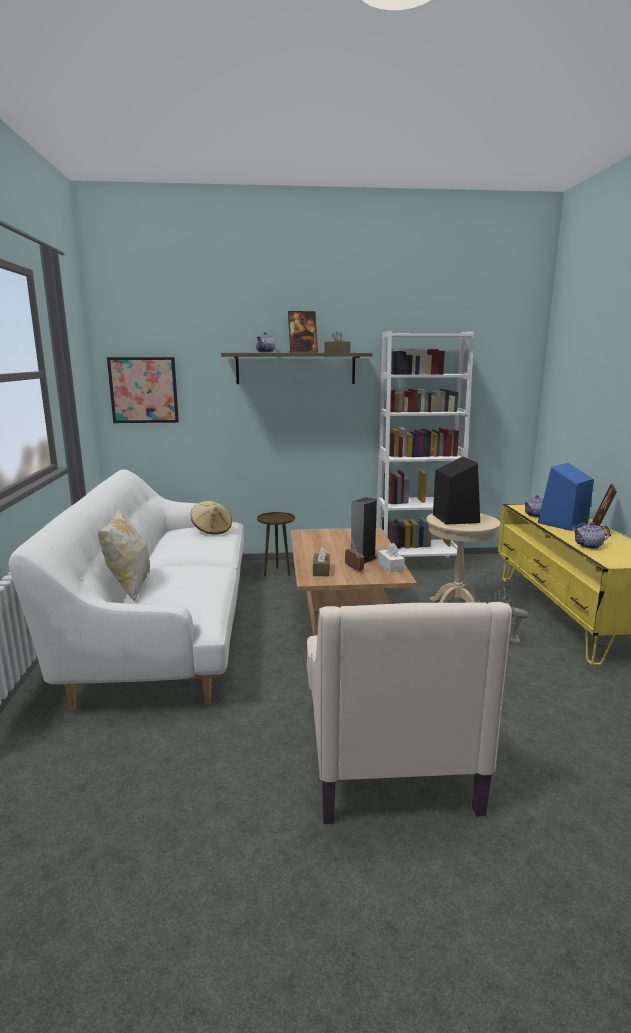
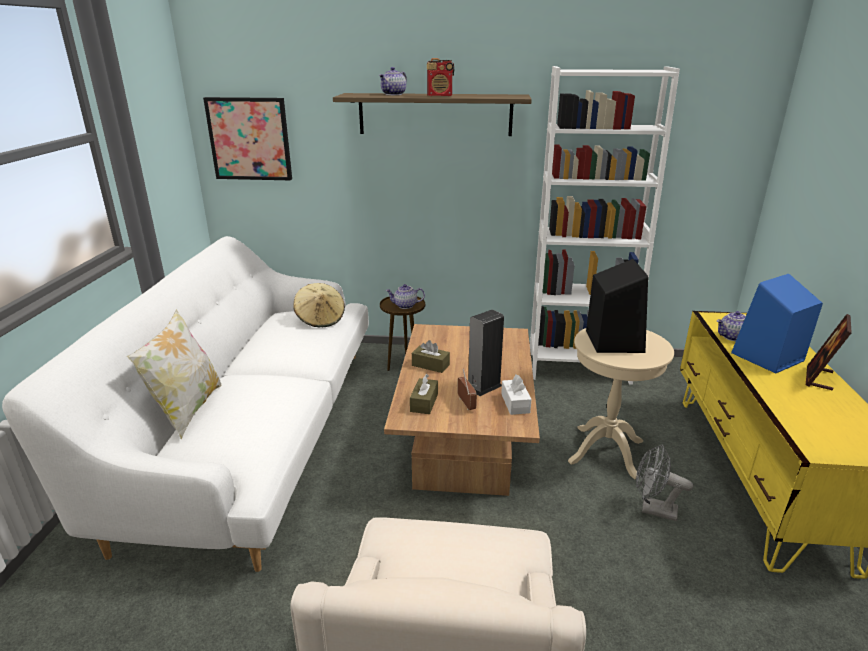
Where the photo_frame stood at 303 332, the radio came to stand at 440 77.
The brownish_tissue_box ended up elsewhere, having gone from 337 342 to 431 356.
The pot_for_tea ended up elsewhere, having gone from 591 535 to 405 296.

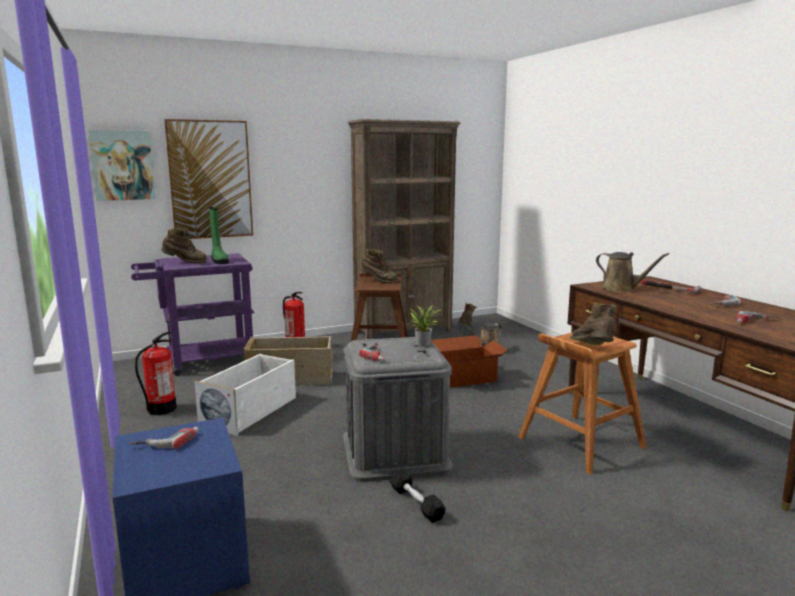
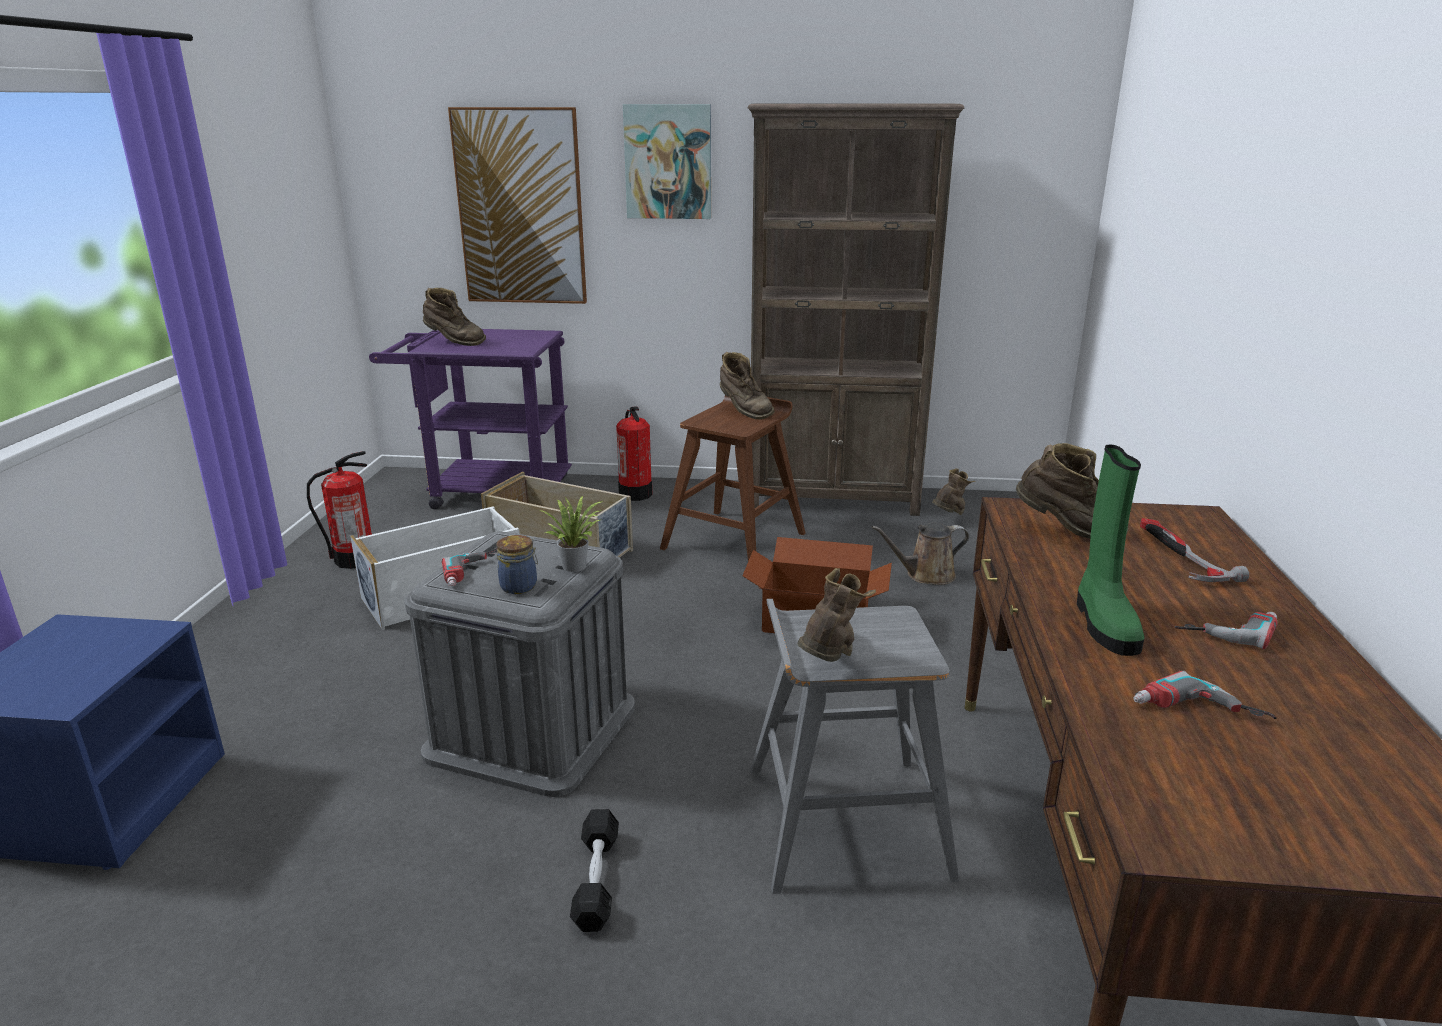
The picture ended up elsewhere, having gone from 122 165 to 667 161.
The second view lost the power_drill at 164 438.
The green-coloured_high-top_boot ended up elsewhere, having gone from 219 235 to 1110 550.
The black-coloured_dumbbell ended up elsewhere, having gone from 417 496 to 594 870.
What was the brownish_stool_seat at 582 403 turned into the greyish_stool_seat at 854 746.
Where the brownish_watering_pot stood at 632 272, the brownish_high-top_boot came to stand at 1072 491.
The second view gained the jar at 517 564.

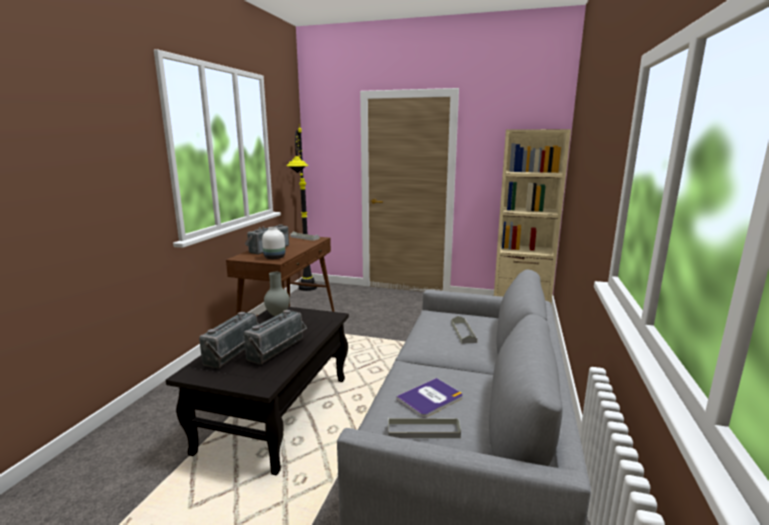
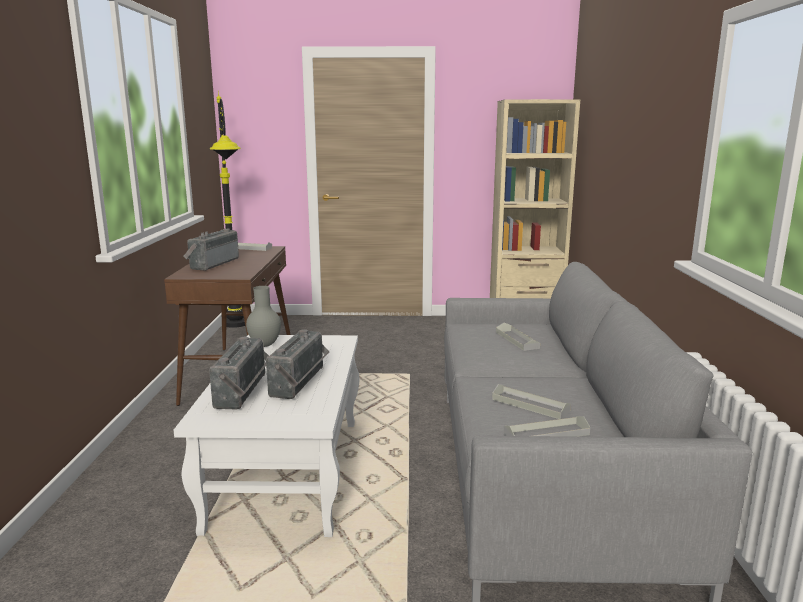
What was the black-coloured_coffee_table at 257 391 turned into the whitish_coffee_table at 266 436.
The second view lost the whitish_flower_vase at 273 243.
Where the volume stood at 429 398, the greyish_carrying_tray came to stand at 531 401.

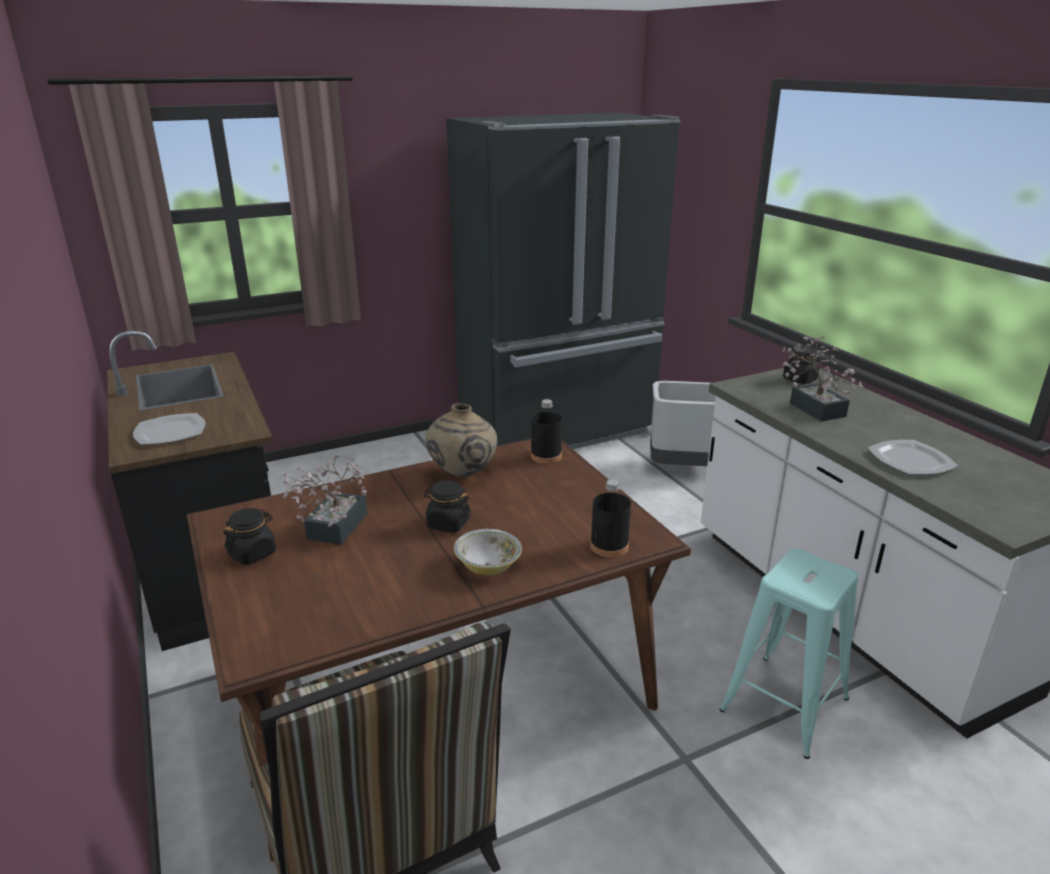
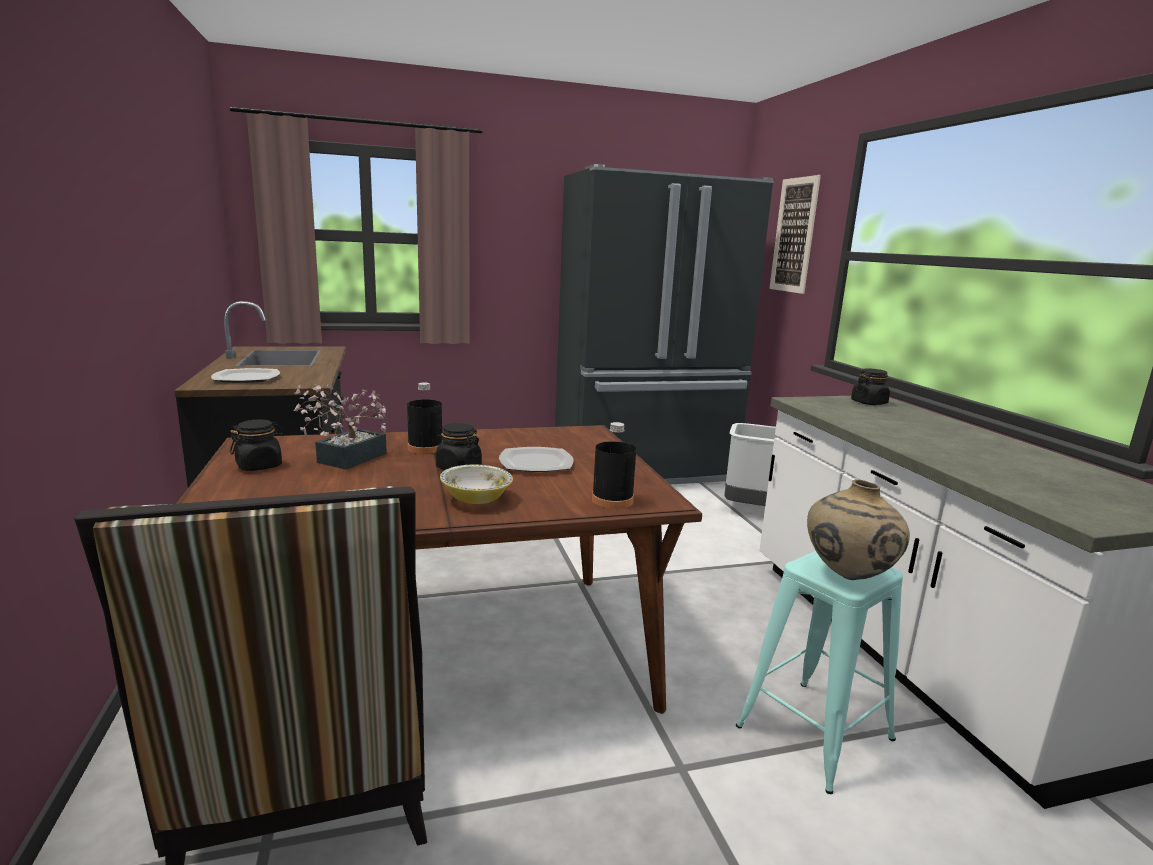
The sand-coloured_flower_vase ended up elsewhere, having gone from 461 440 to 858 529.
The black-coloured_drink_bottle ended up elsewhere, having gone from 546 431 to 425 418.
The second view lost the plant_in_a_pot at 822 379.
The flat_dish ended up elsewhere, having gone from 913 457 to 536 459.
The second view gained the picture at 795 234.

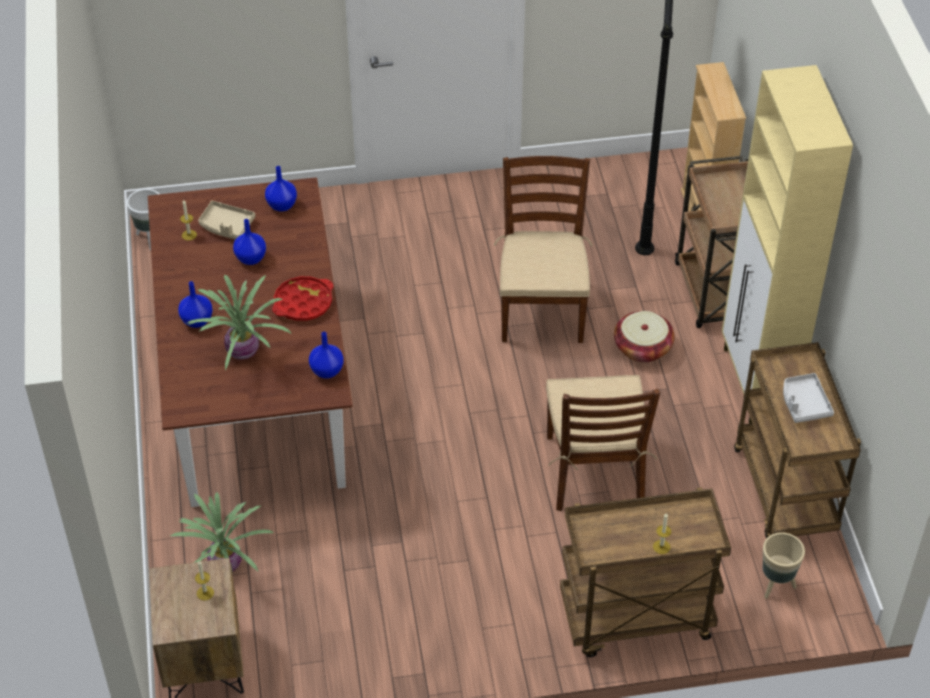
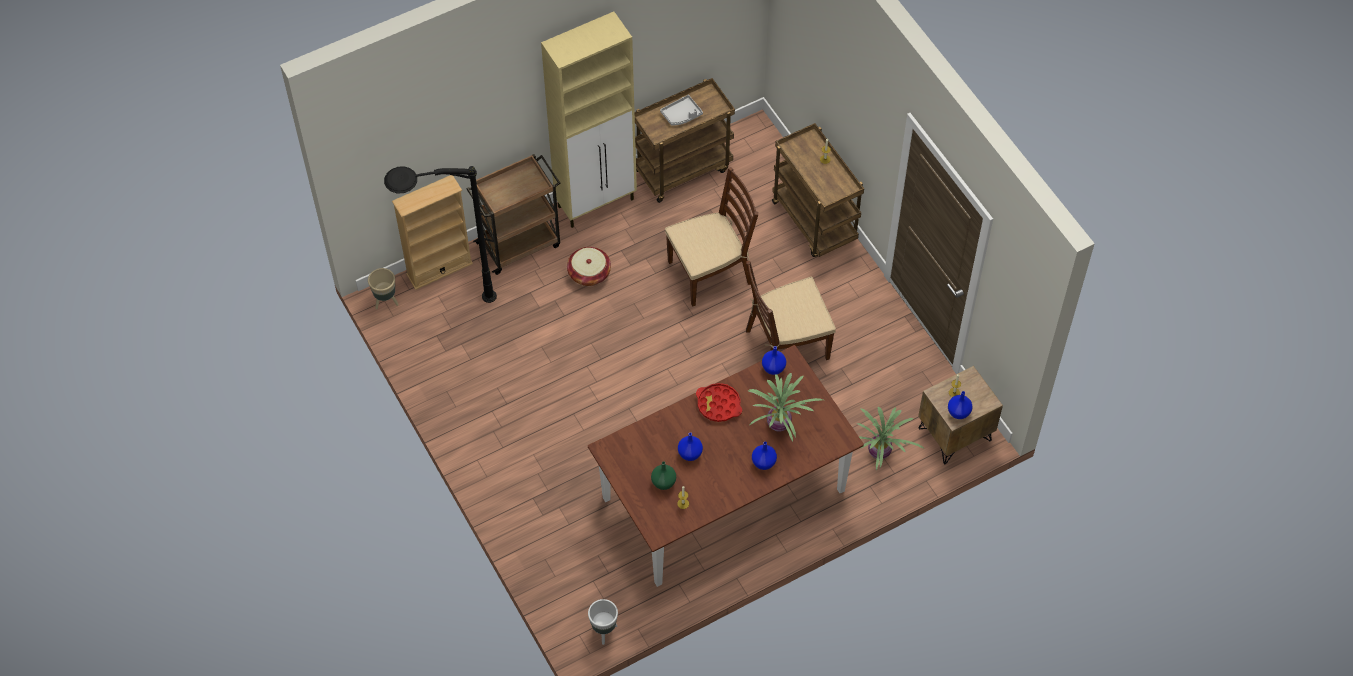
Where the sand-coloured_carrying_tray stood at 226 220, the green-coloured_flower_vase came to stand at 663 475.
The bluish_flower_vase ended up elsewhere, having gone from 281 189 to 960 405.
The brownish_chair ended up elsewhere, having gone from 543 249 to 791 310.
The sand-coloured_flower_pot ended up elsewhere, having gone from 783 565 to 383 288.

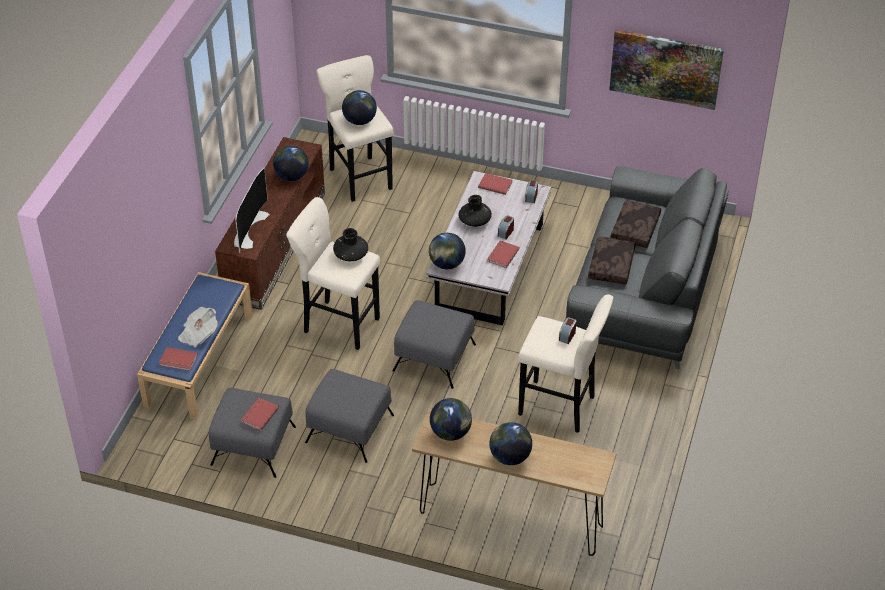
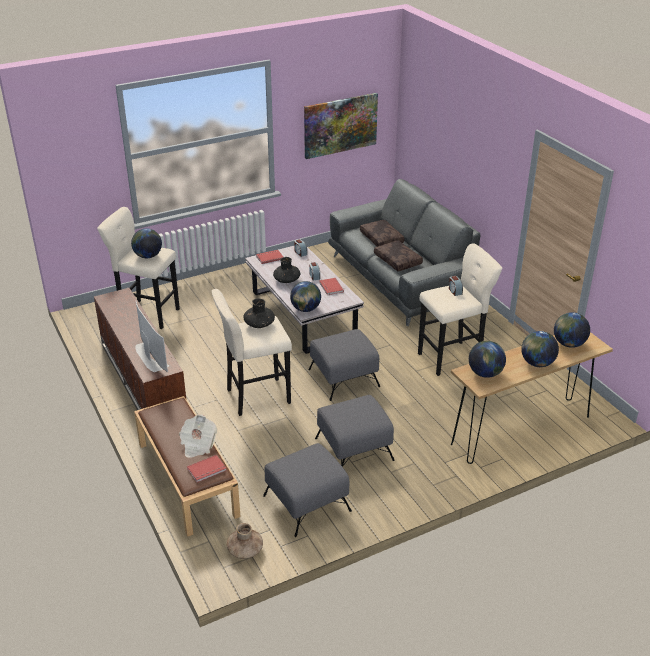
What was the bluish_indoor_bench at 195 345 turned into the brownish_indoor_bench at 187 466.
The second view lost the red_volume at 260 414.
The desk_globe ended up elsewhere, having gone from 291 163 to 572 330.
The second view gained the brownish_flower_vase at 244 541.

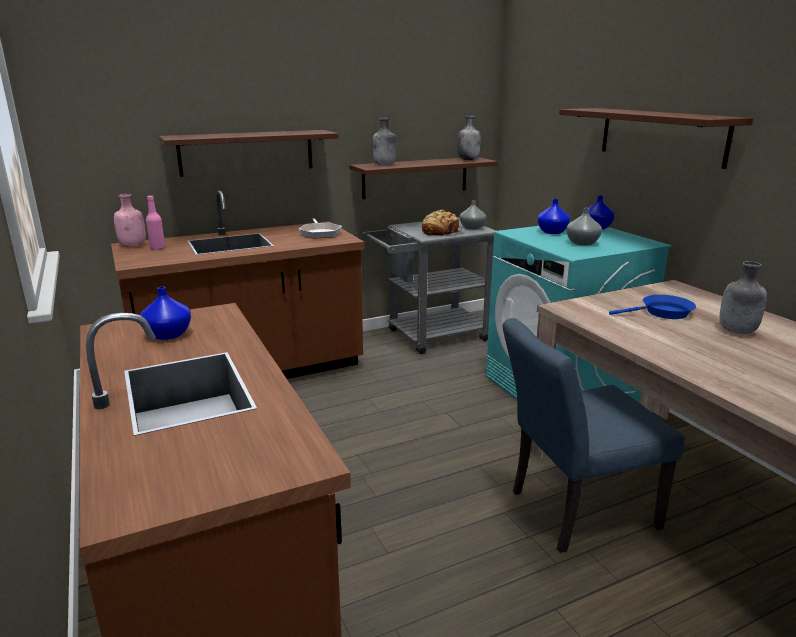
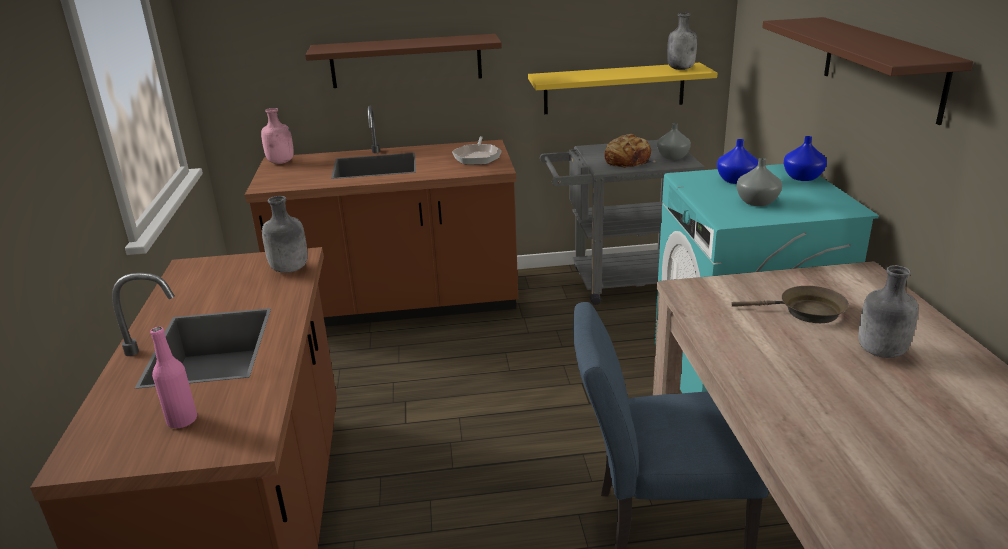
The second view lost the bluish_flower_vase at 165 313.
The pink_drink_bottle ended up elsewhere, having gone from 155 222 to 173 378.
What was the brownish_wall_shelf at 423 178 turned into the yellow_wall_shelf at 622 88.
The greyish_drink_bottle ended up elsewhere, having gone from 384 141 to 284 234.
What was the bluish_frying_pan at 652 307 turned into the brownish_frying_pan at 790 304.

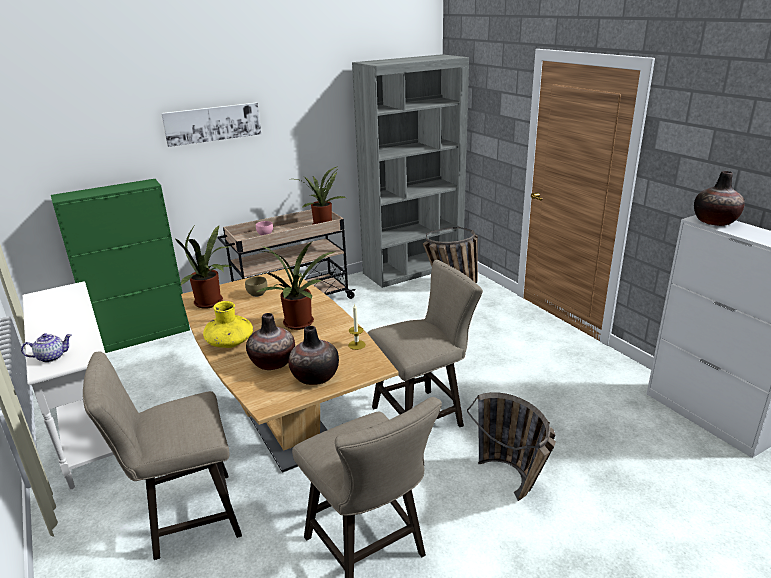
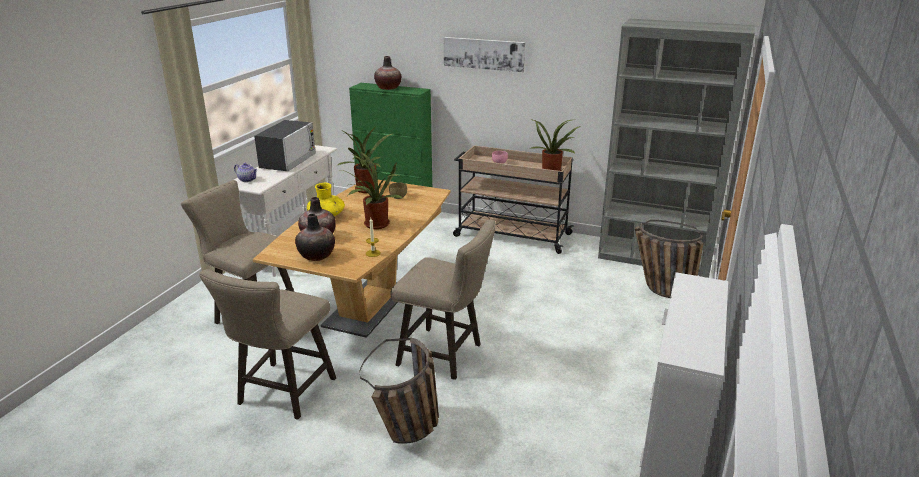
The flower_vase ended up elsewhere, having gone from 719 198 to 387 73.
The second view gained the microwave_oven at 285 145.

